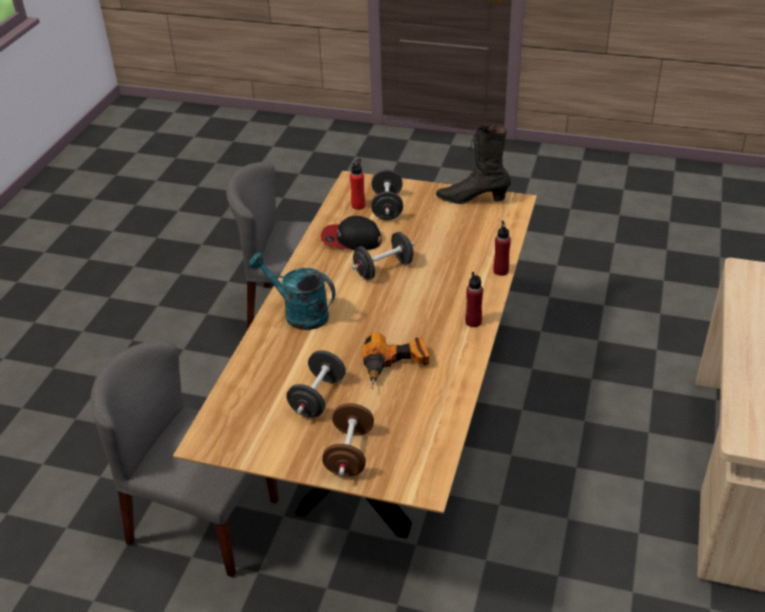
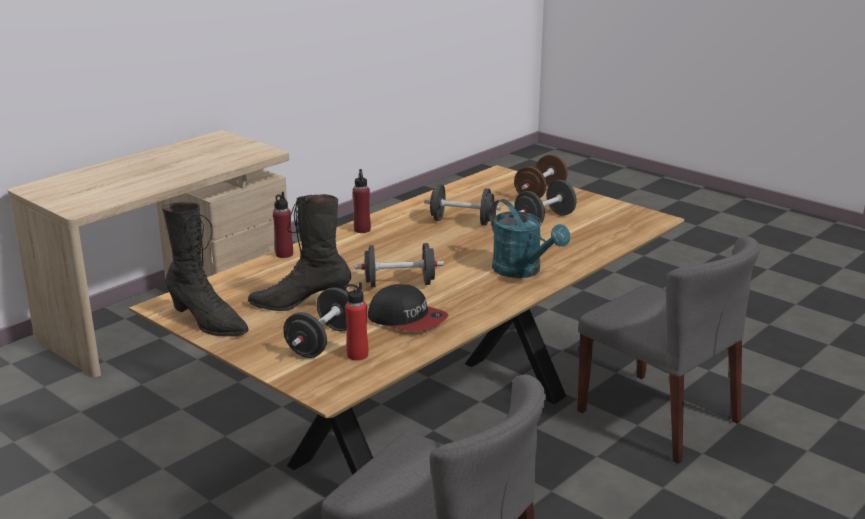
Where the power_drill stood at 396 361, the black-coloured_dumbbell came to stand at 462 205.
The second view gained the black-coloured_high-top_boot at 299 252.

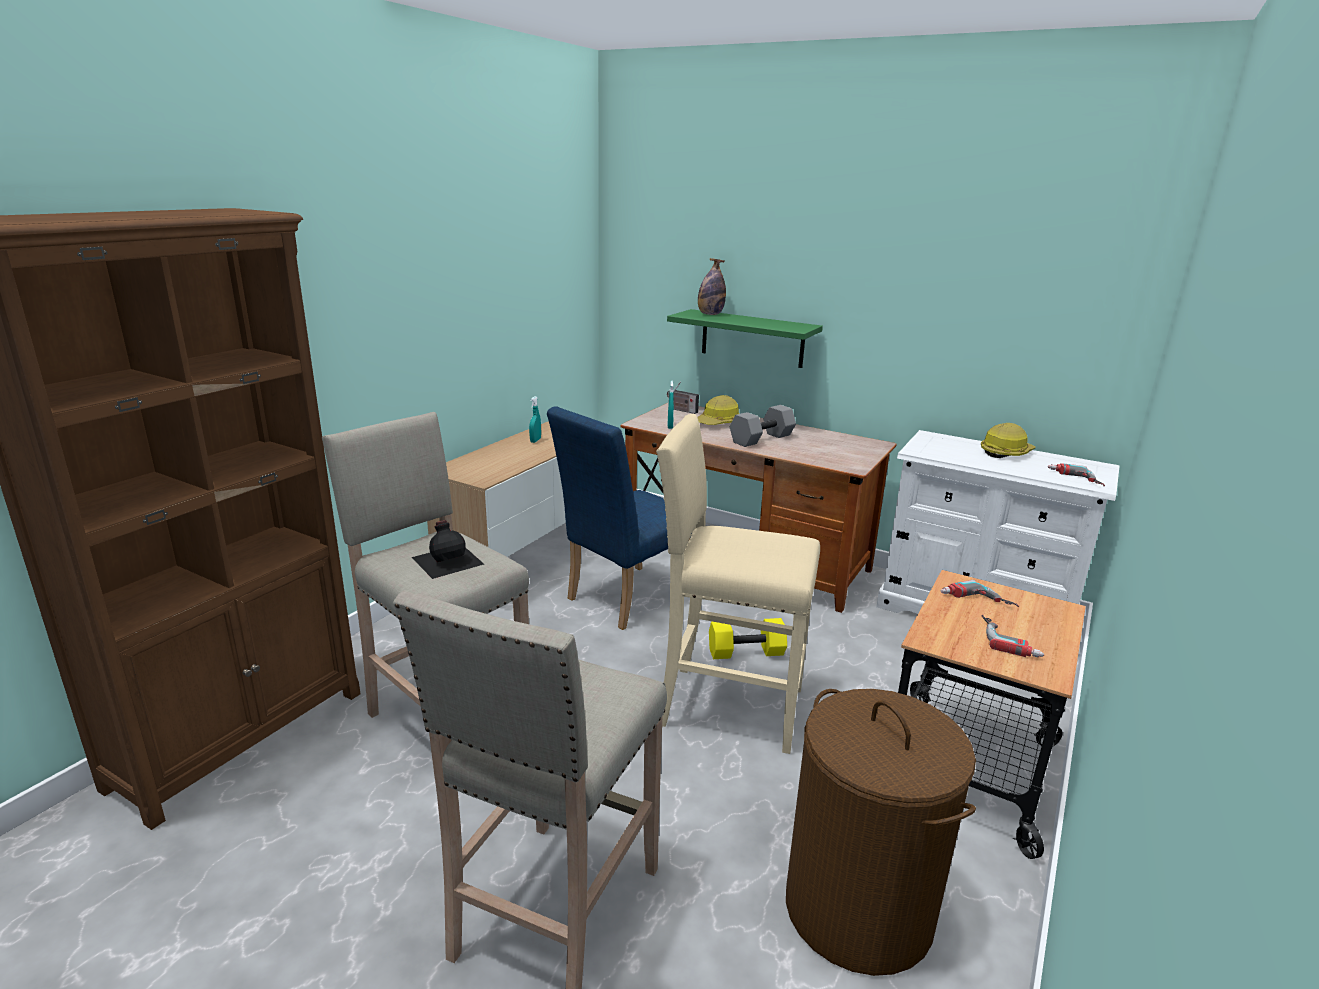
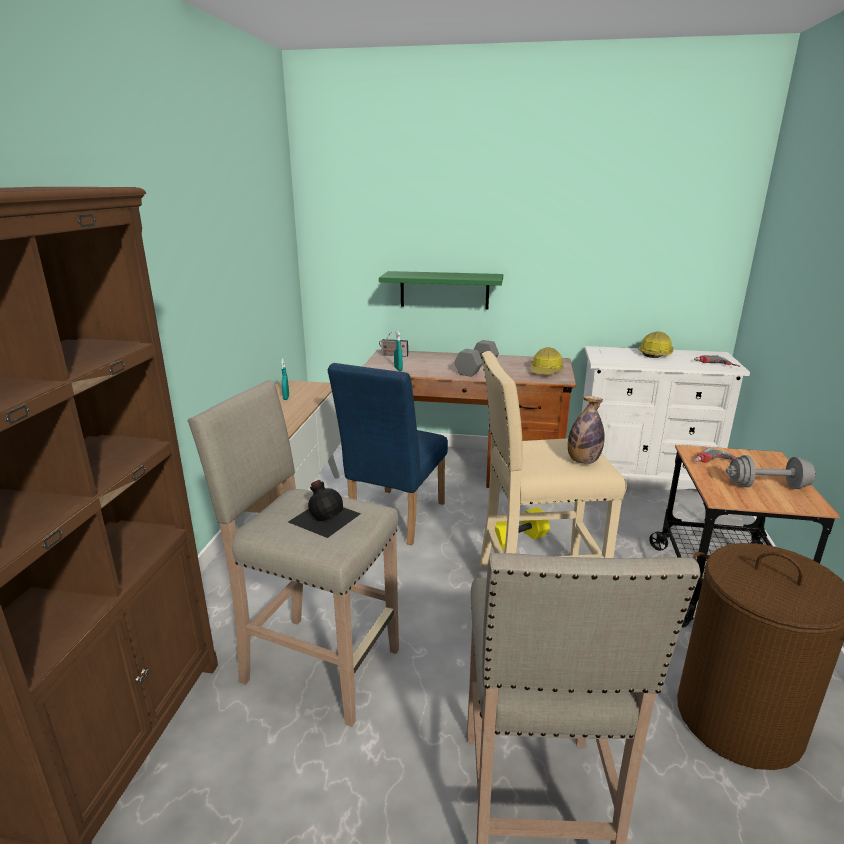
The work_helmet ended up elsewhere, having gone from 718 410 to 547 360.
The drink_bottle ended up elsewhere, having gone from 712 286 to 586 430.
Where the power_drill stood at 1013 636, the greyish_dumbbell came to stand at 771 472.

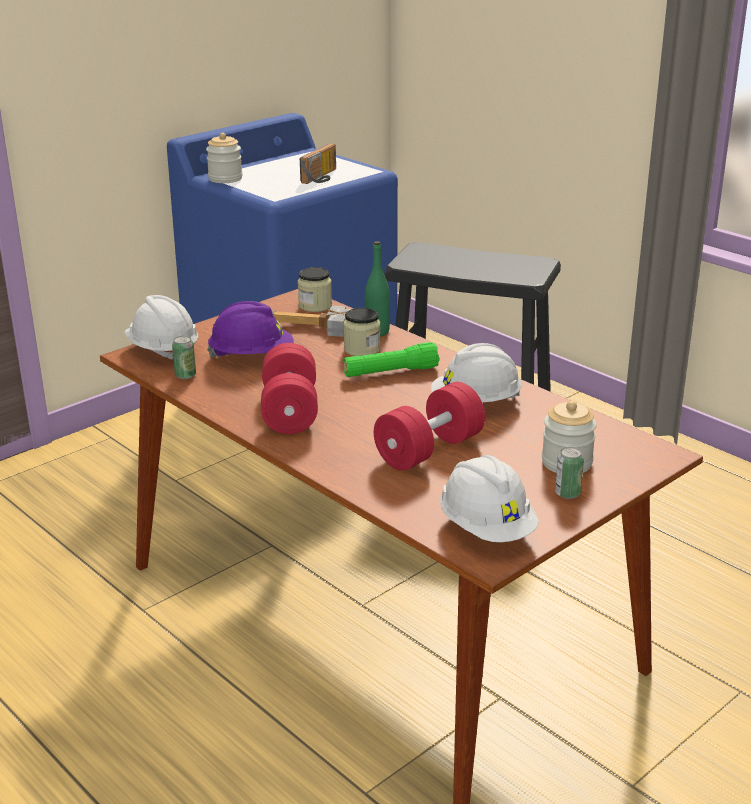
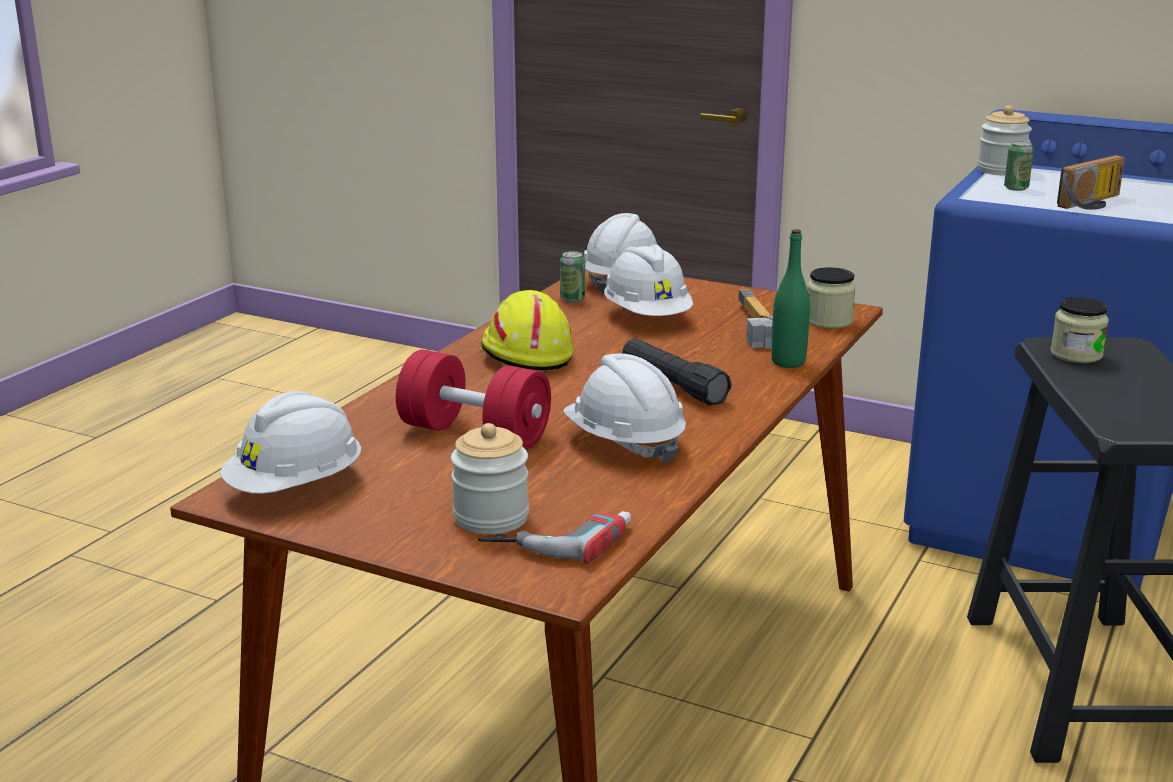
What was the purple_work_helmet at 250 329 turned into the whitish_work_helmet at 648 280.
Where the red_dumbbell stood at 289 388, the yellow_work_helmet came to stand at 527 330.
The radio at 318 164 ended up facing another way, 45 degrees counterclockwise from before.
The jar ended up elsewhere, having gone from 361 332 to 1080 330.
What was the green-coloured_torch at 391 359 turned into the black-coloured_torch at 677 371.
The metal_can ended up elsewhere, having gone from 569 473 to 1019 166.
The second view gained the power_drill at 554 537.

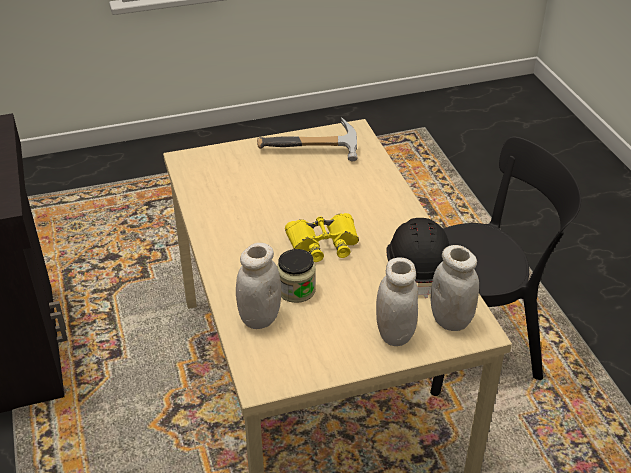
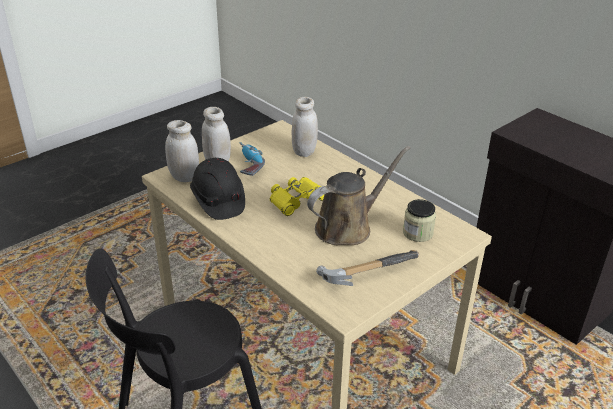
The jar ended up elsewhere, having gone from 296 276 to 419 220.
The second view gained the power_drill at 252 159.
The second view gained the brownish_watering_pot at 358 195.

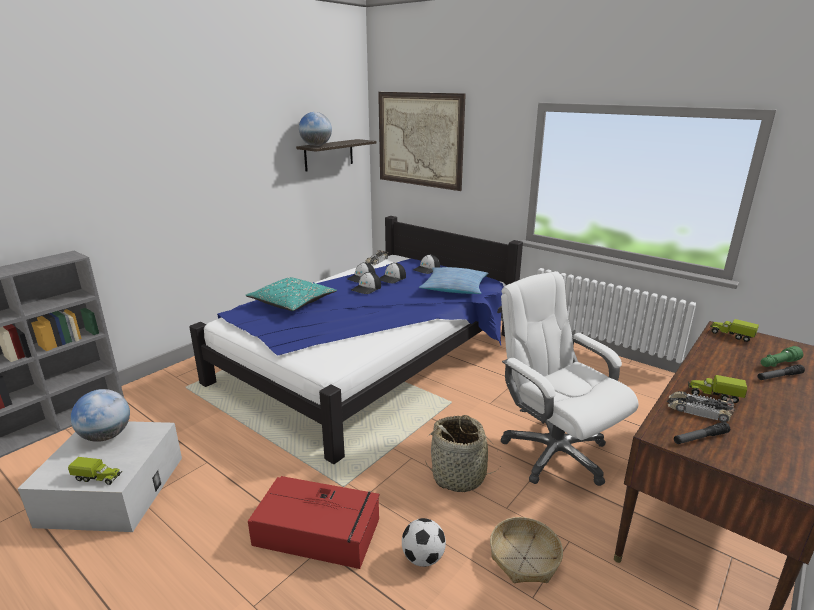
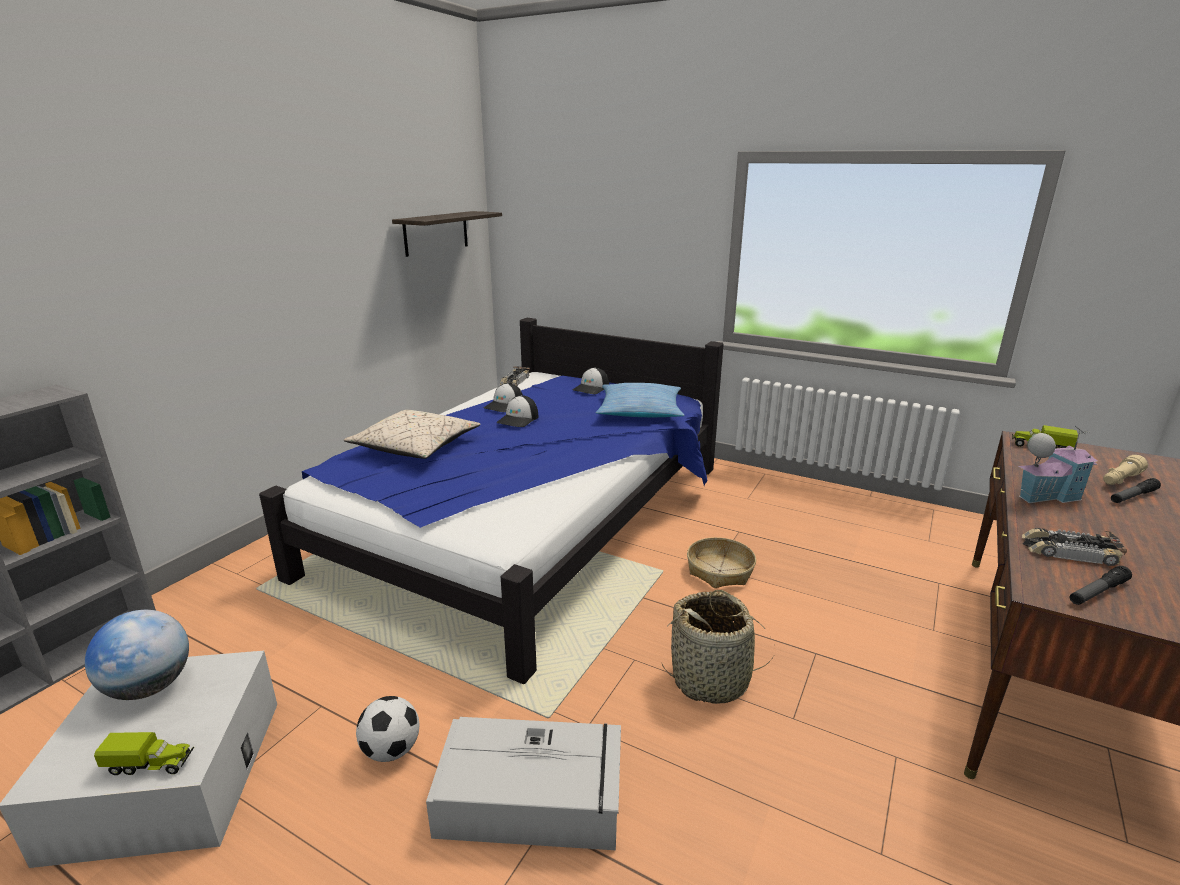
What was the turquoise_pillow at 291 294 turned into the sand-coloured_pillow at 412 434.
What was the red_storage_box at 314 522 turned into the greyish_storage_box at 523 783.
The second view lost the desk_globe at 315 129.
The second view lost the picture at 422 141.
The second view lost the peaked_cap at 393 273.
The football_ball ended up elsewhere, having gone from 424 542 to 388 729.
The basket ended up elsewhere, having gone from 526 550 to 721 562.
The second view lost the whitish_desk_chair at 570 379.
The second view lost the toy_lorry at 717 389.
What was the green-coloured_torch at 782 356 turned into the sand-coloured_torch at 1125 470.
The second view gained the model_house at 1057 464.

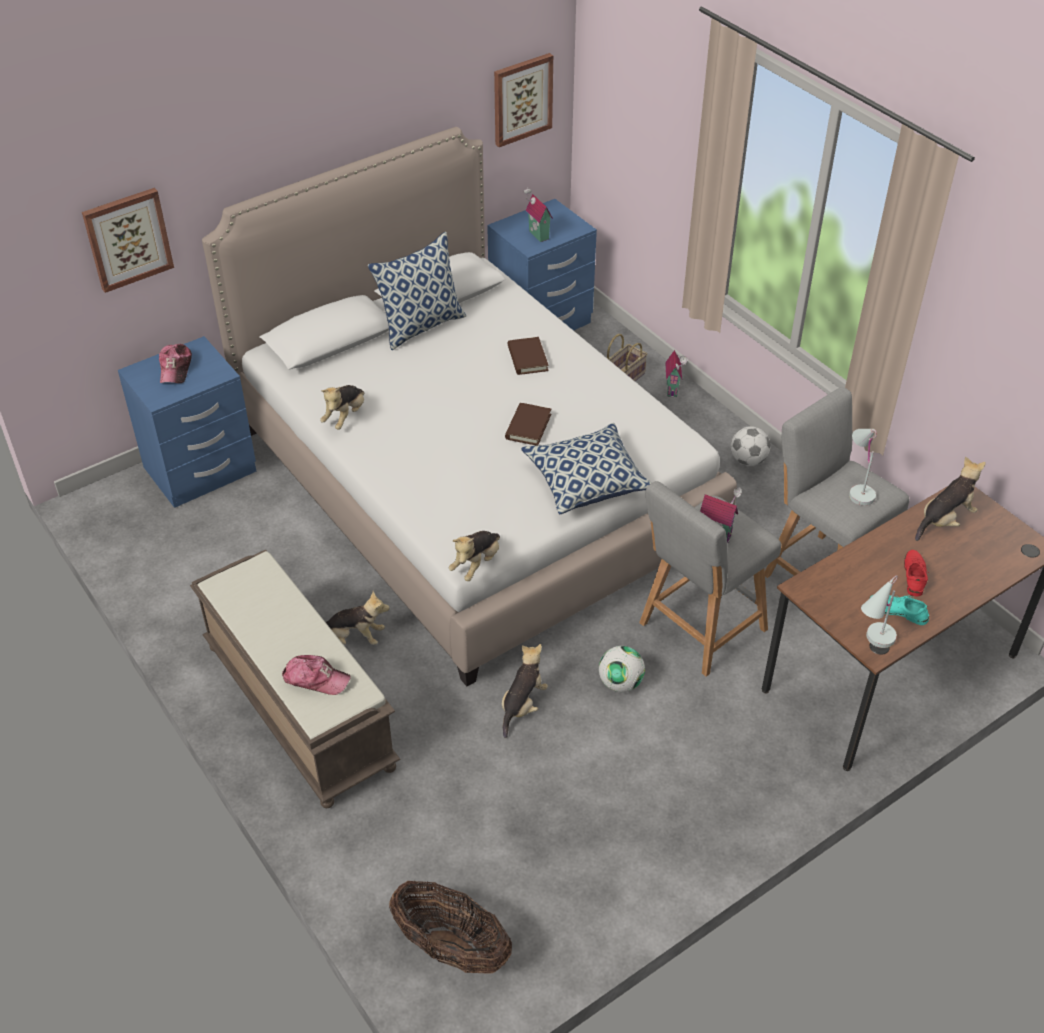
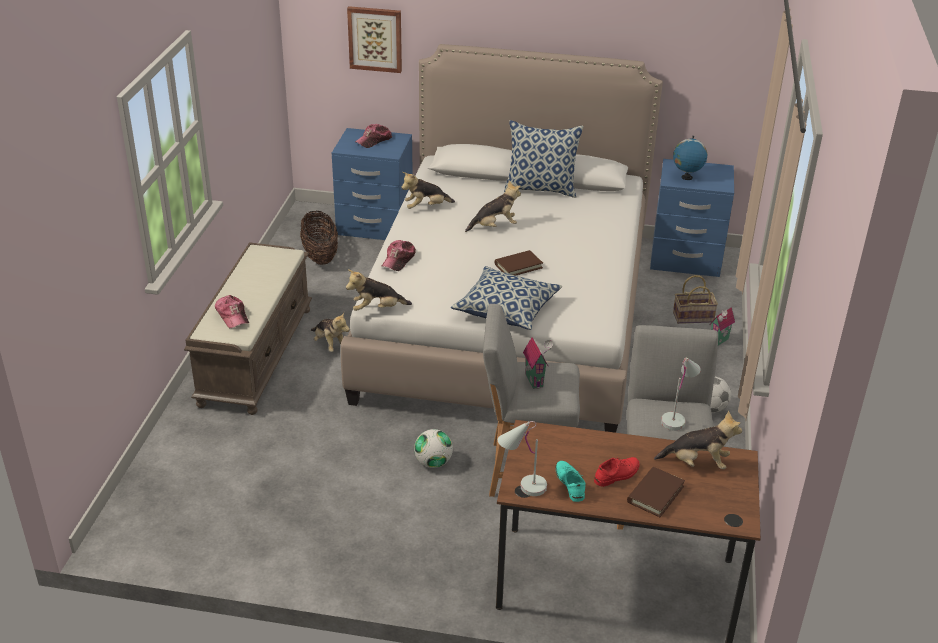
The basket ended up elsewhere, having gone from 450 927 to 319 238.
The second view lost the picture at 523 100.
The soft_toy ended up elsewhere, having gone from 525 691 to 493 206.
The brownish_volume ended up elsewhere, having gone from 528 356 to 656 492.
Where the model_house stood at 538 214, the desk_globe came to stand at 690 158.
The second view gained the peaked_cap at 398 255.

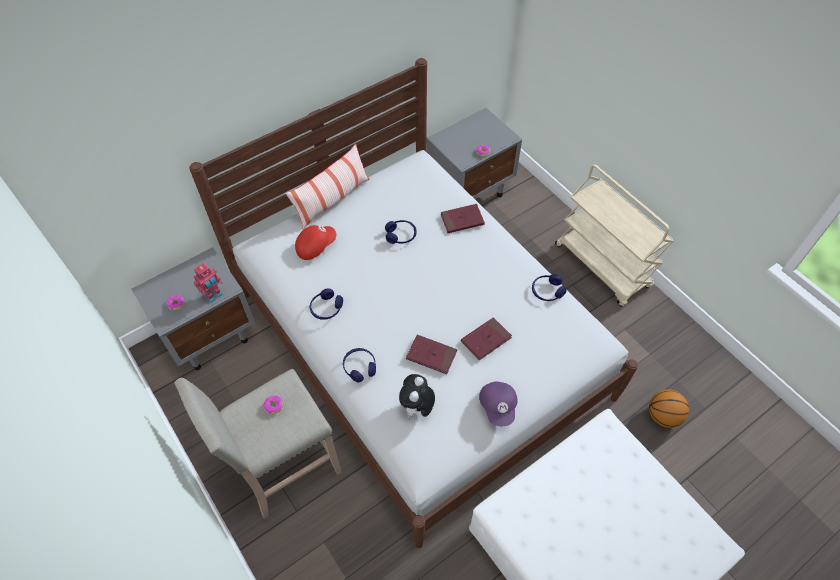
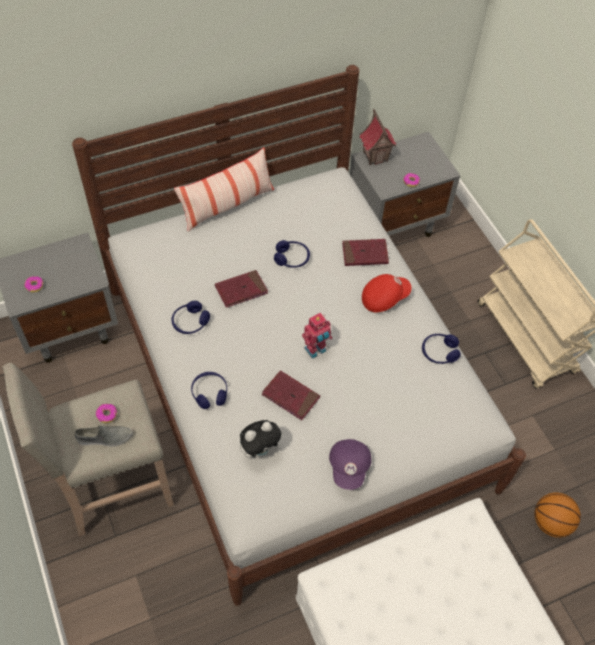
The toy_robot ended up elsewhere, having gone from 208 283 to 317 335.
The red_peaked_cap ended up elsewhere, having gone from 315 242 to 387 293.
The soft_toy at 417 396 ended up facing another way, 150 degrees counterclockwise from before.
The red_volume ended up elsewhere, having gone from 486 338 to 241 289.
The second view gained the greyish_item_of_footwear at 104 436.
The second view gained the model_house at 378 137.

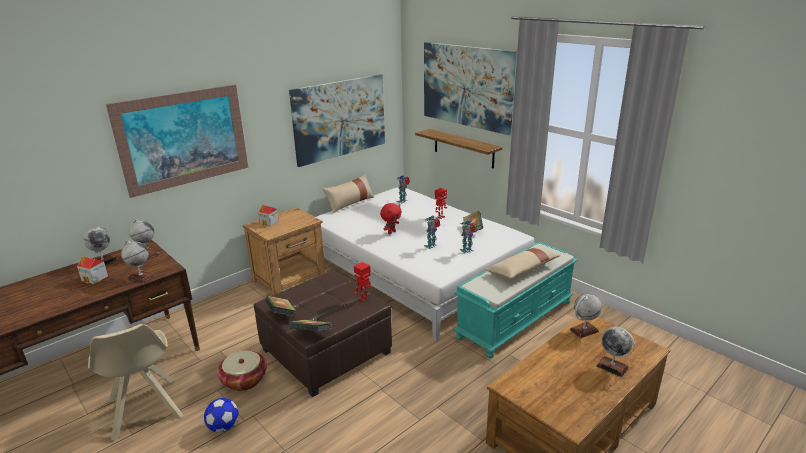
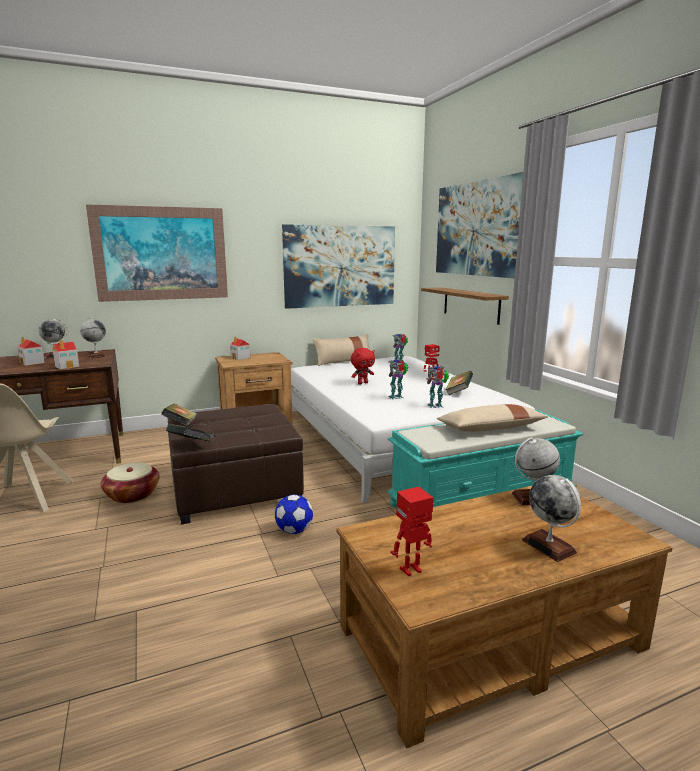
Where the desk_globe stood at 138 261, the model_house came to stand at 65 354.
The football_ball ended up elsewhere, having gone from 221 415 to 294 514.
The toy_robot ended up elsewhere, having gone from 362 281 to 412 531.

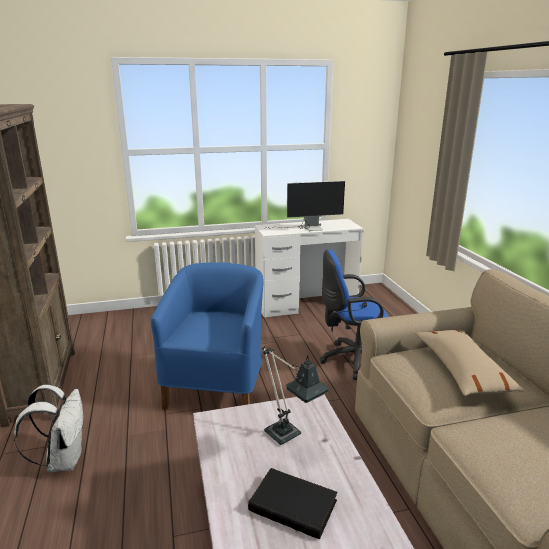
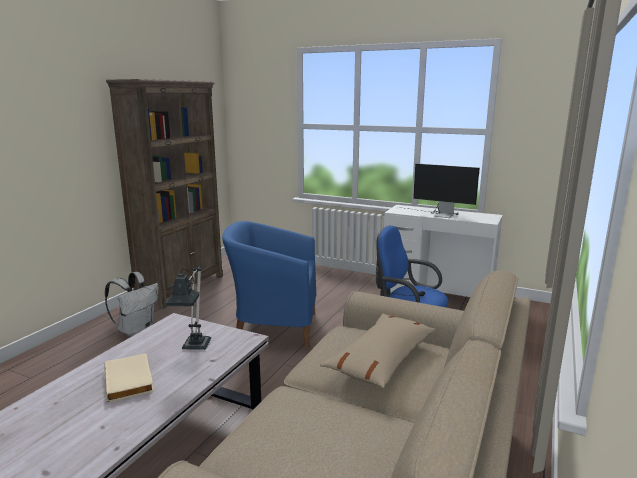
The bluish_easy_chair at 207 336 ended up facing another way, 135 degrees counterclockwise from before.
What was the black-coloured_volume at 292 503 turned into the sand-coloured_volume at 129 378.

